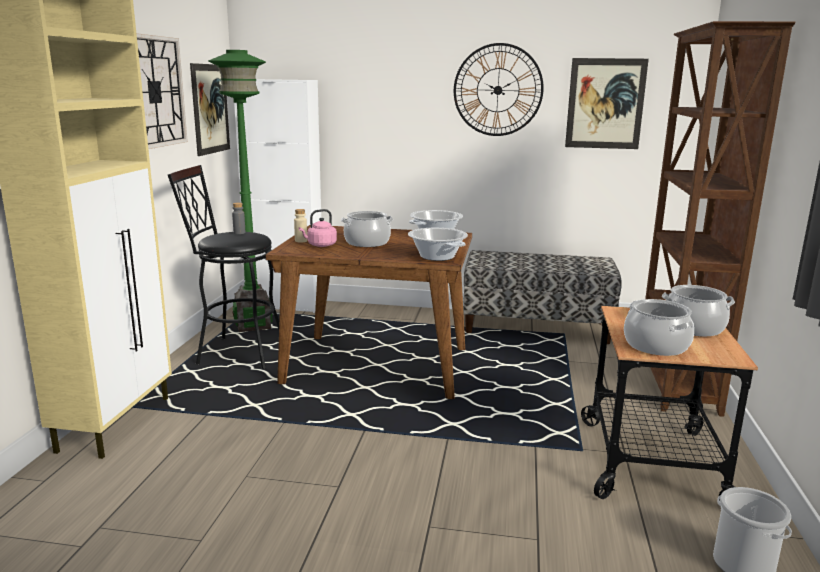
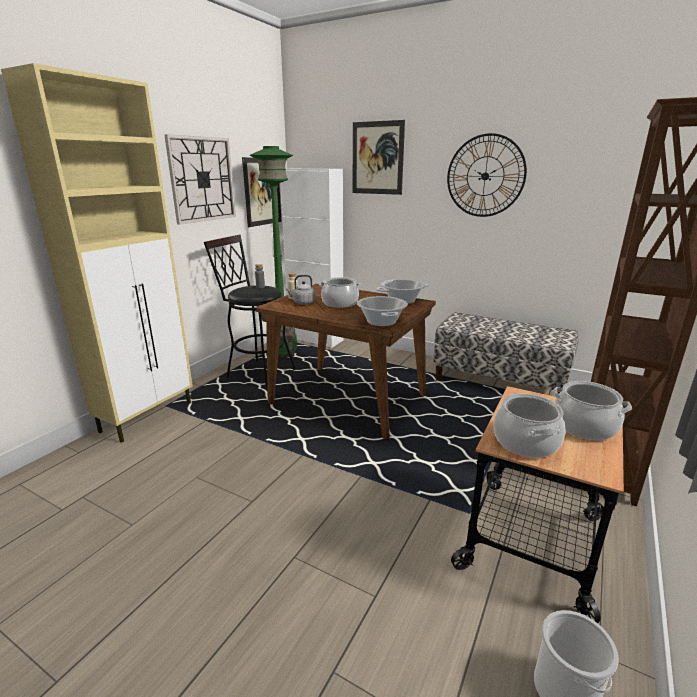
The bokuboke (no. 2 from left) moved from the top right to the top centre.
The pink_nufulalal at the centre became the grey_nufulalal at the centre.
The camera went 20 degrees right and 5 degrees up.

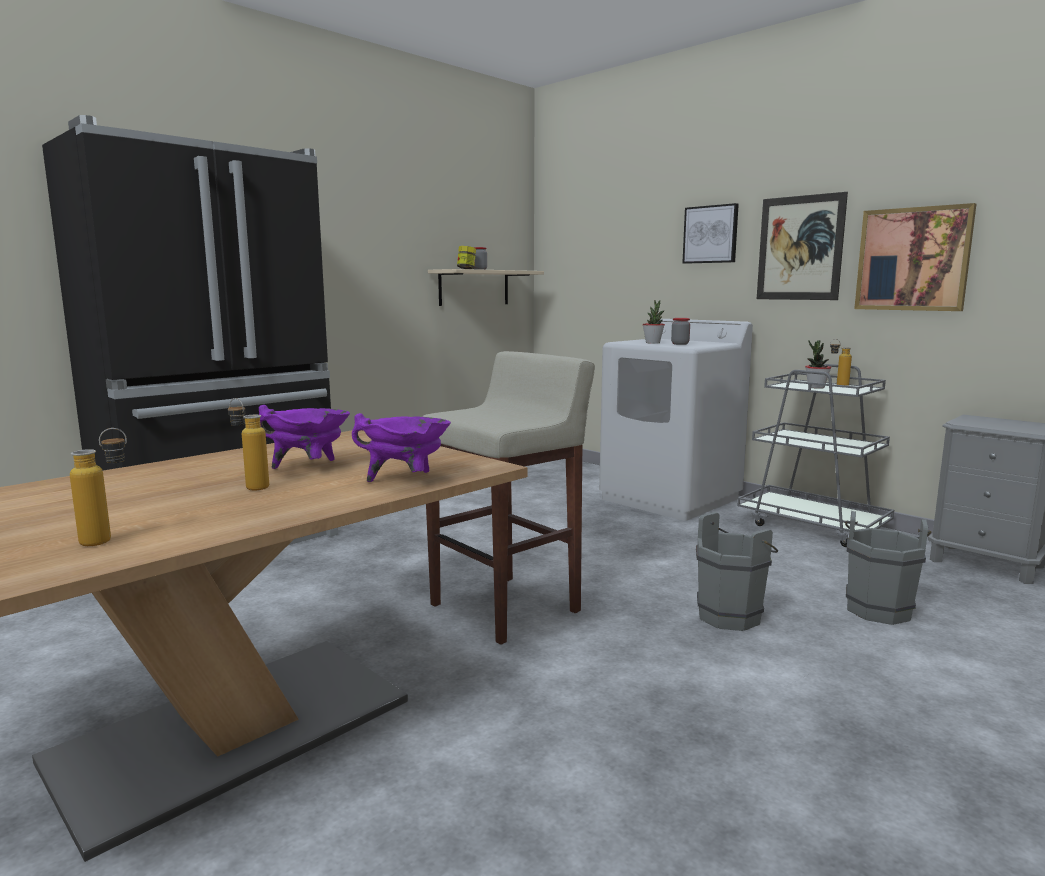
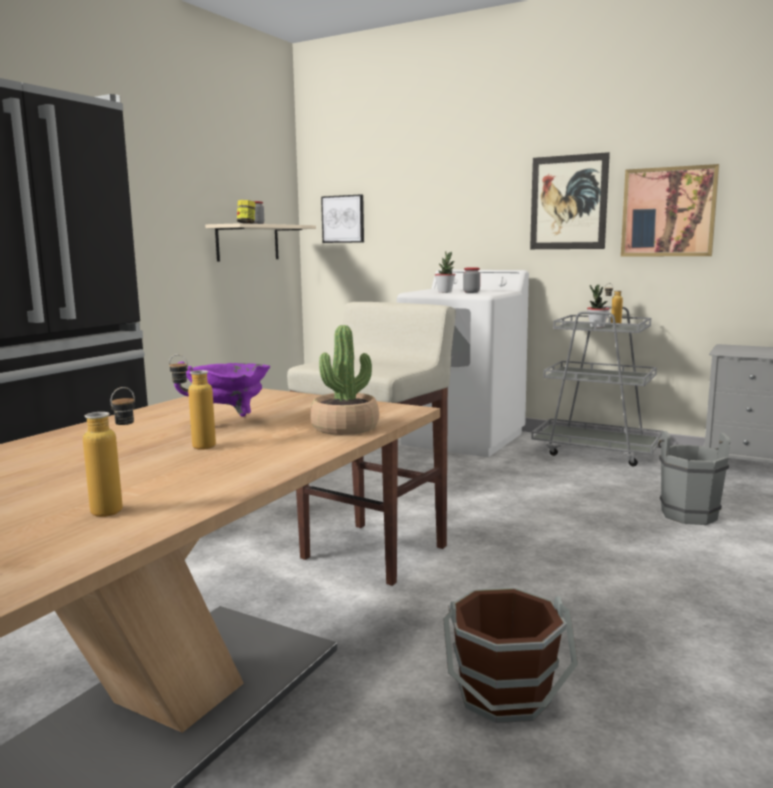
The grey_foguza (no. 1 from left) at the middle right disappeared.
The brown_foguza at the bottom centre appeared.
The bokuboke (no. 1 from left) moved from the top right to the top centre.
The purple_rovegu (no. 2 from left) at the centre was replaced by the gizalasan (no. 1 from left) at the centre.
The camera went 15 degrees left and 0 degrees up.

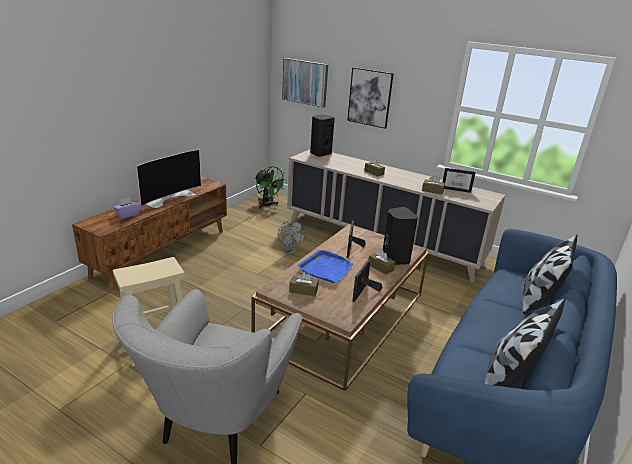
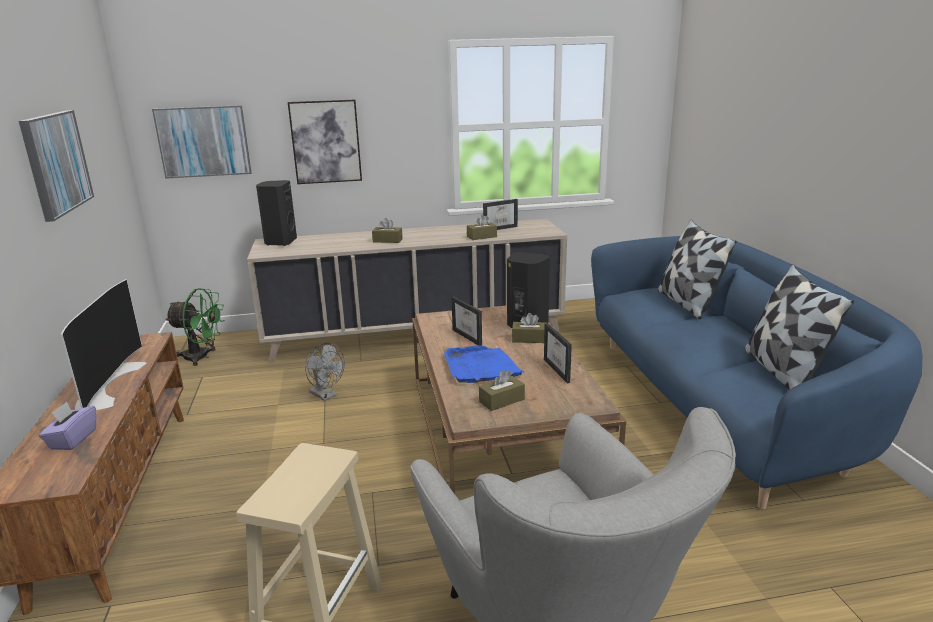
The bokuboke (no. 1 from left) at the top left appeared.
The camera went 40 degrees left and 5 degrees down.

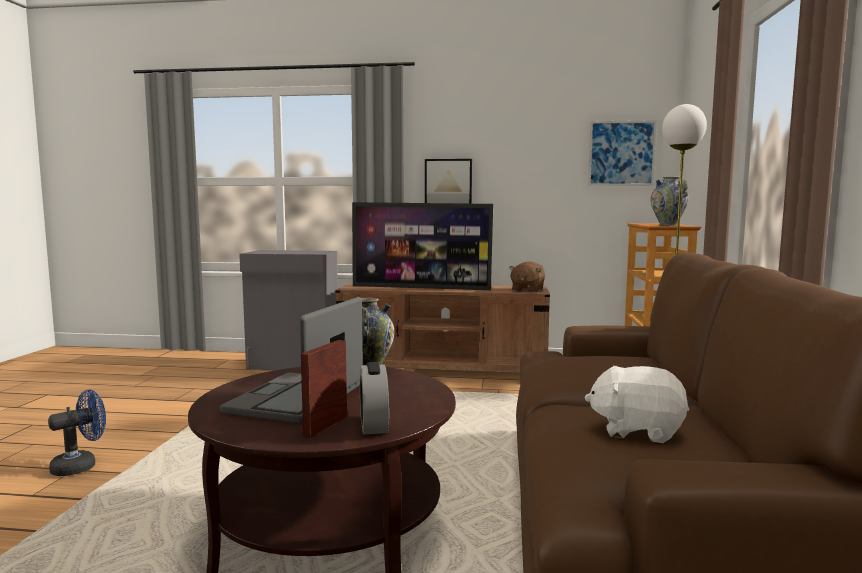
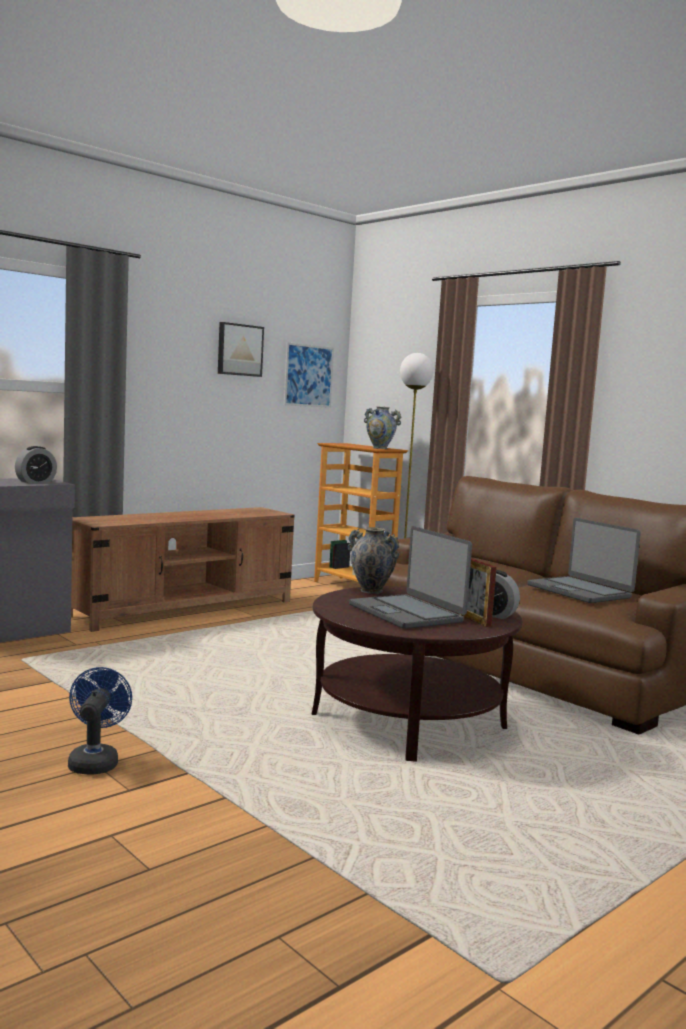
The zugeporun at the centre disappeared.
The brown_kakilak at the centre disappeared.
The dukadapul (no. 1 from left) at the middle left appeared.
The bokuboke (no. 1 from left) moved from the top centre to the centre.
The white_kakilak at the bottom right was replaced by the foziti (no. 2 from left) at the middle right.
The camera went 50 degrees left and 0 degrees up.

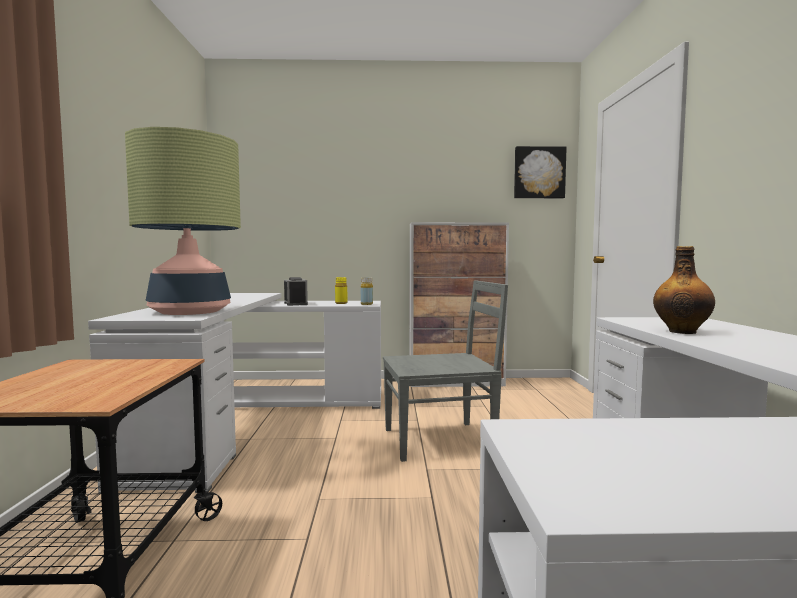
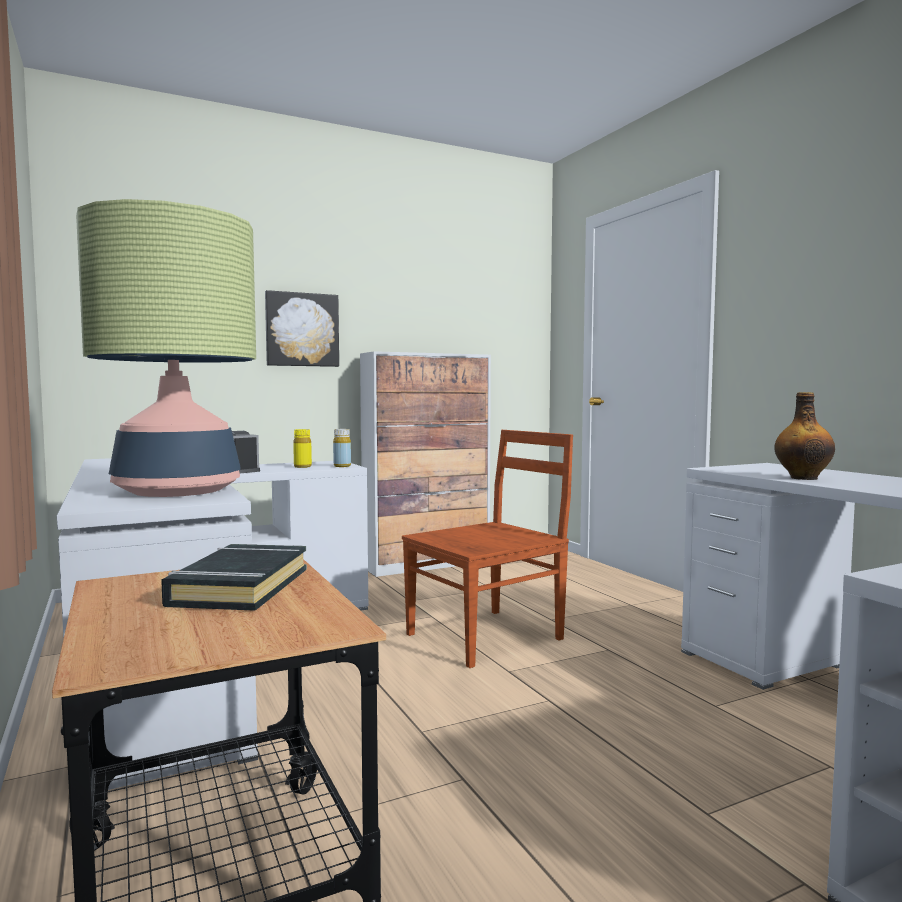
The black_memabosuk at the middle left appeared.
The bokuboke moved from the top right to the centre.
The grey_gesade at the centre became the brown_gesade at the centre.
The camera went 25 degrees left and 0 degrees up.

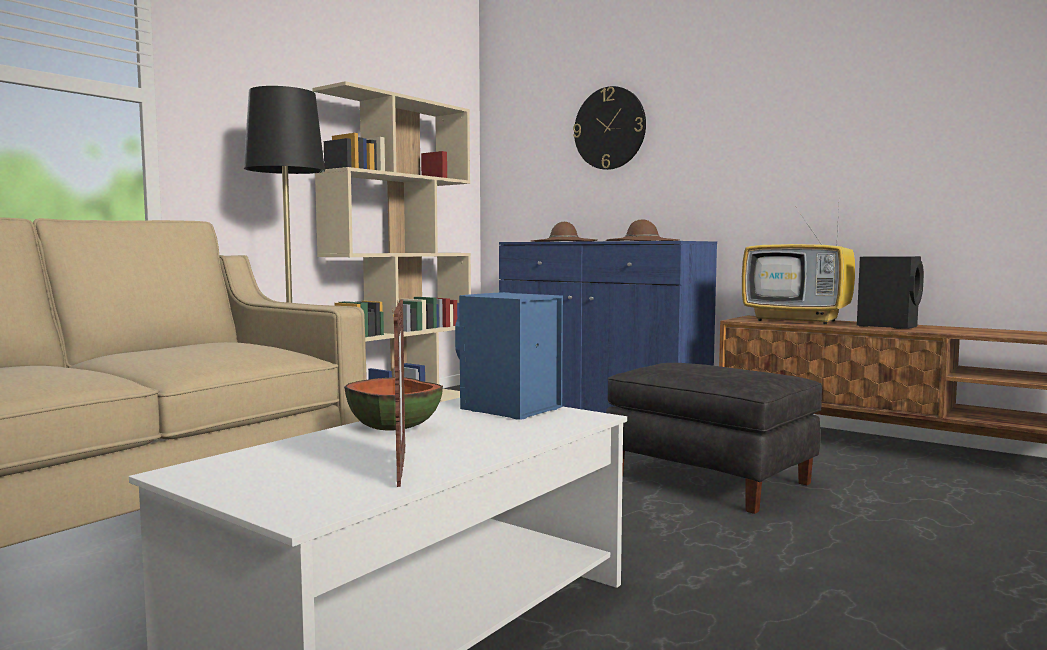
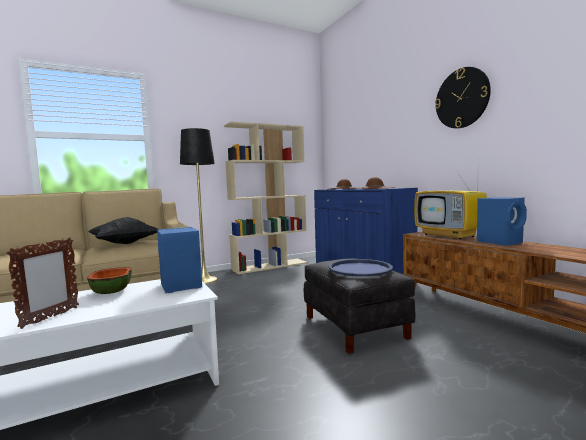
The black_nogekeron at the middle left appeared.
The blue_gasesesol at the centre appeared.
The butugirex moved from the top centre to the top right.
The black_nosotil at the middle right became the blue_nosotil (no. 2 from left) at the middle right.
The camera went 25 degrees right and 0 degrees up.

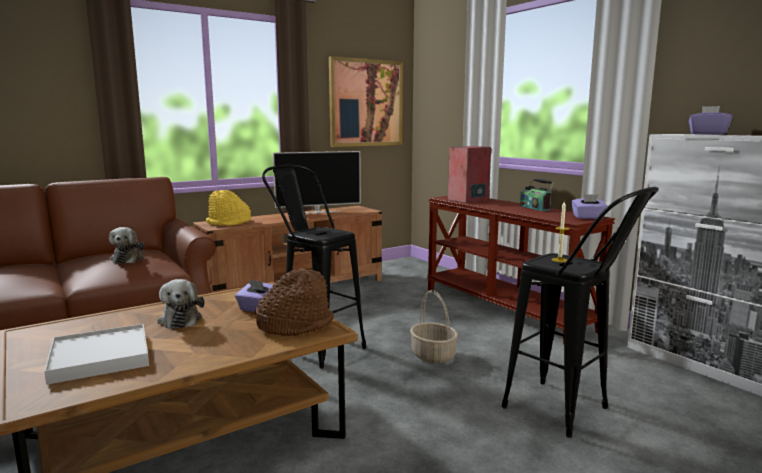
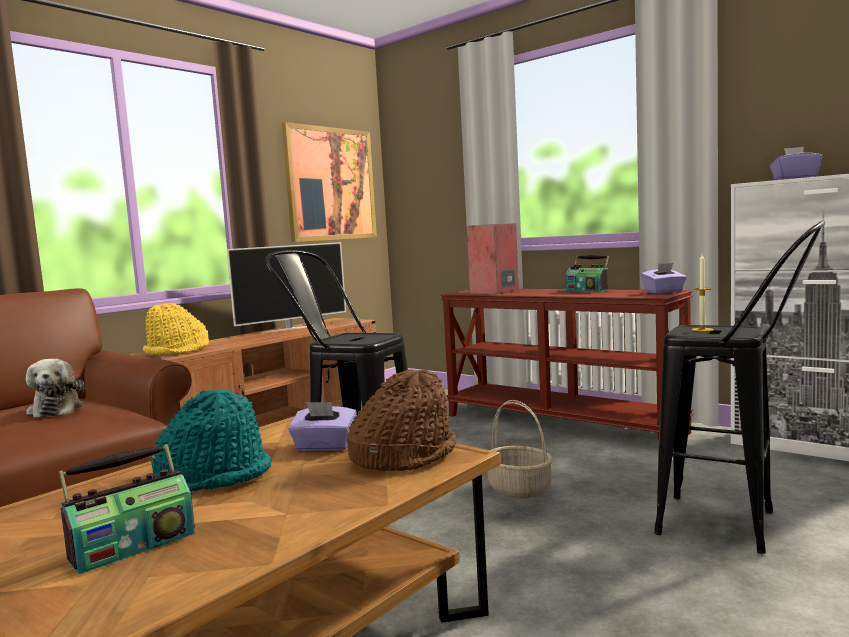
The white_gasesesol at the bottom left was replaced by the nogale (no. 1 from left) at the bottom left.
The kakilak (no. 2 from left) at the middle left was replaced by the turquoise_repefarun at the bottom left.
The camera went 15 degrees left and 5 degrees down.

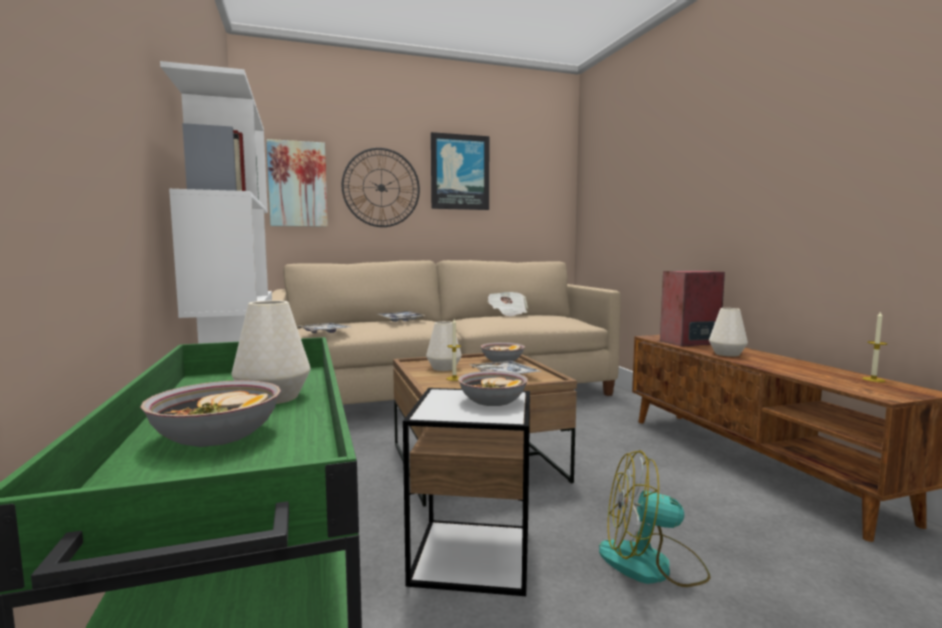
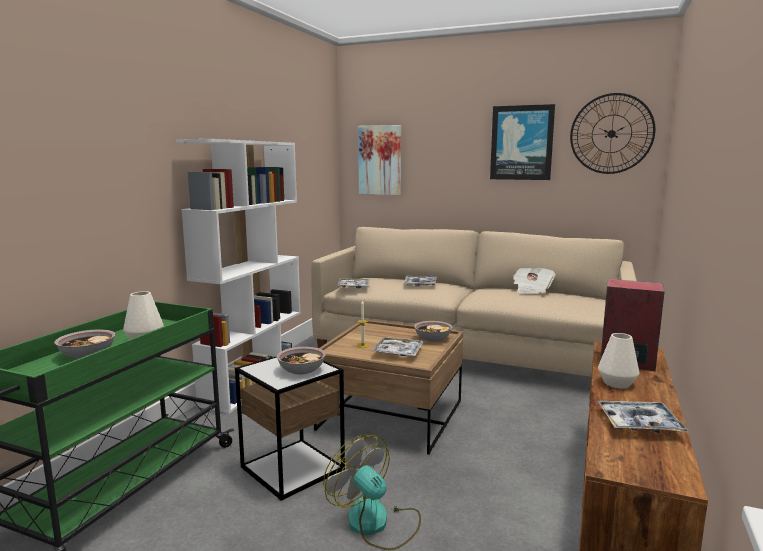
The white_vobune (no. 2 from left) at the centre disappeared.
The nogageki (no. 2 from left) at the middle right disappeared.
The gasesesol (no. 4 from left) at the bottom right appeared.
The butugirex moved from the top centre to the top right.
The camera went 40 degrees right and 5 degrees up.

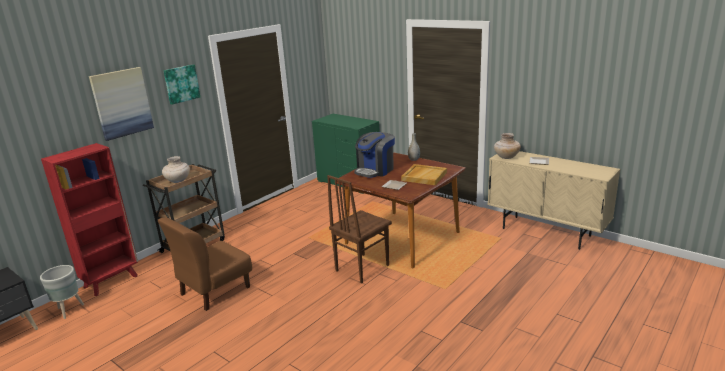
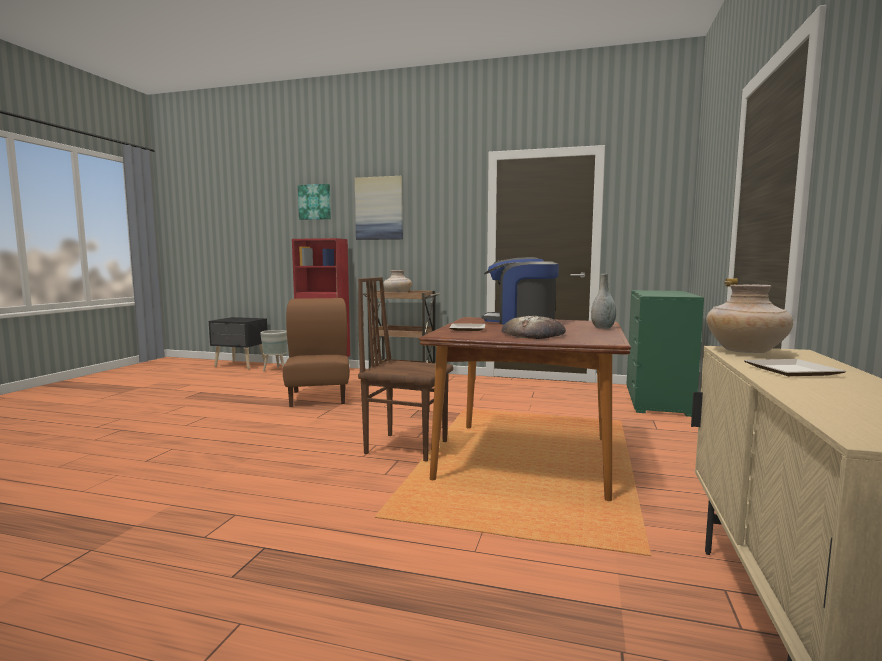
The bokuboke (no. 2 from left in the first image) moved from the top left to the top centre.
The beige_gasesesol at the centre was replaced by the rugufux at the centre.
The brown_gesade (no. 1 from left) at the bottom left turned 60 degrees clockwise.
The camera went 65 degrees right and 15 degrees down.

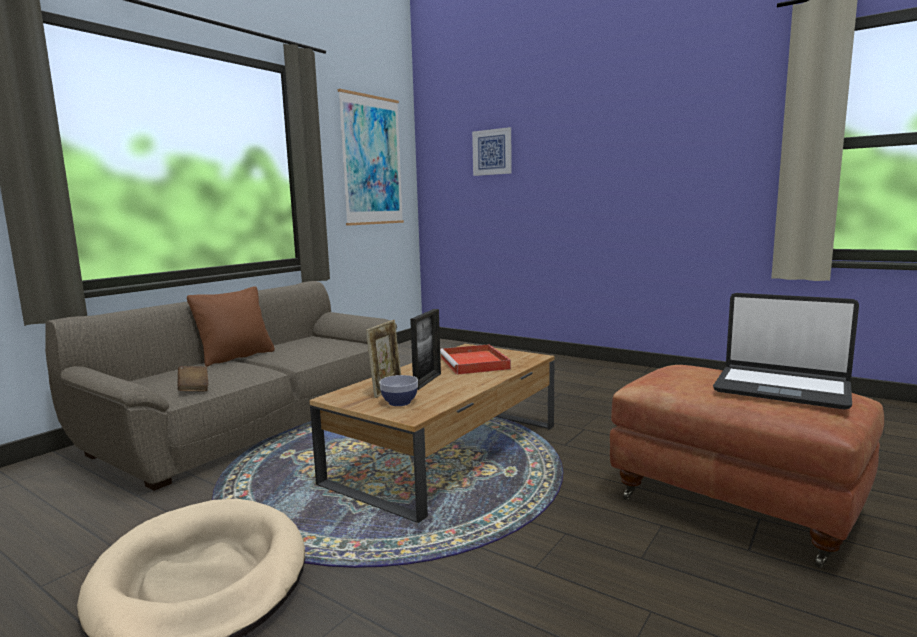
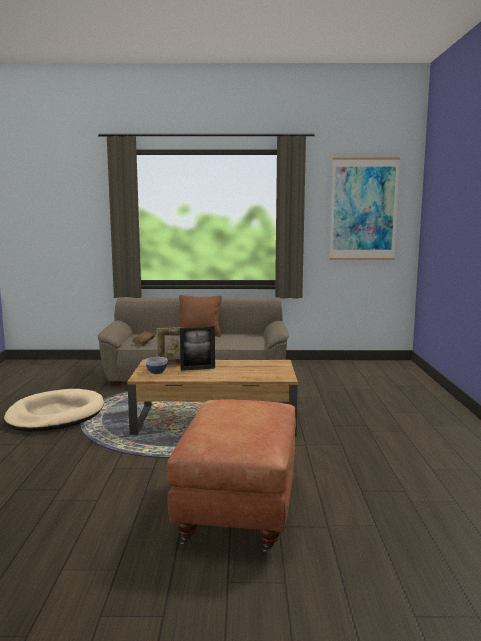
The red_gasesesol at the centre disappeared.
The bokuboke (no. 2 from left) at the top centre disappeared.
The foziti at the middle right disappeared.
The camera went 55 degrees right and 0 degrees up.

